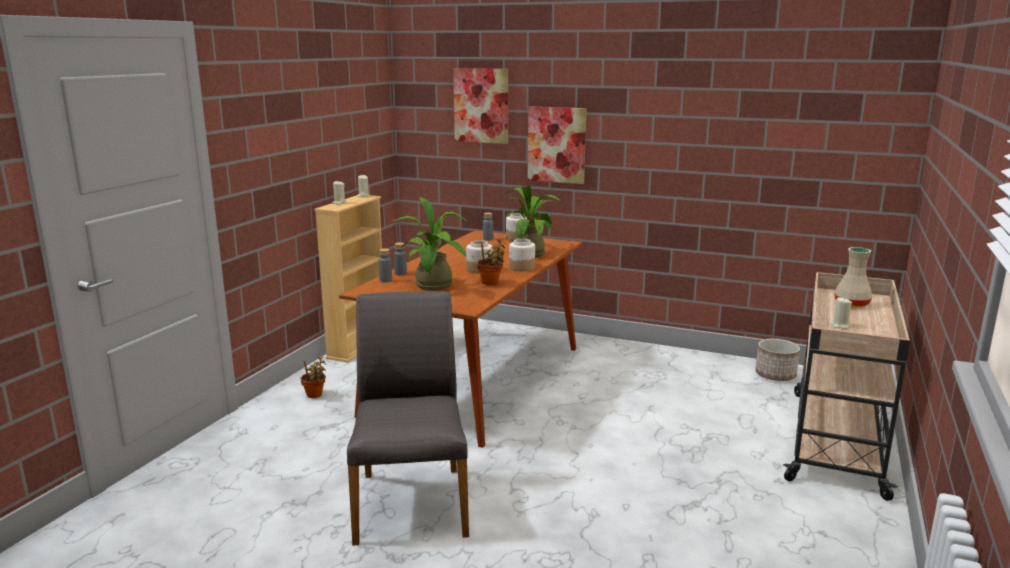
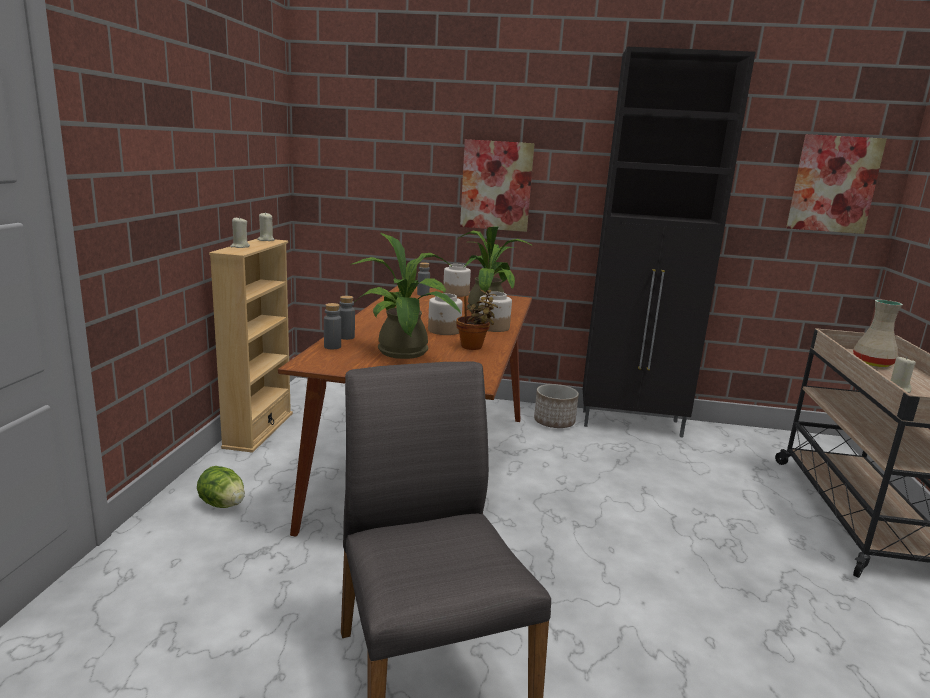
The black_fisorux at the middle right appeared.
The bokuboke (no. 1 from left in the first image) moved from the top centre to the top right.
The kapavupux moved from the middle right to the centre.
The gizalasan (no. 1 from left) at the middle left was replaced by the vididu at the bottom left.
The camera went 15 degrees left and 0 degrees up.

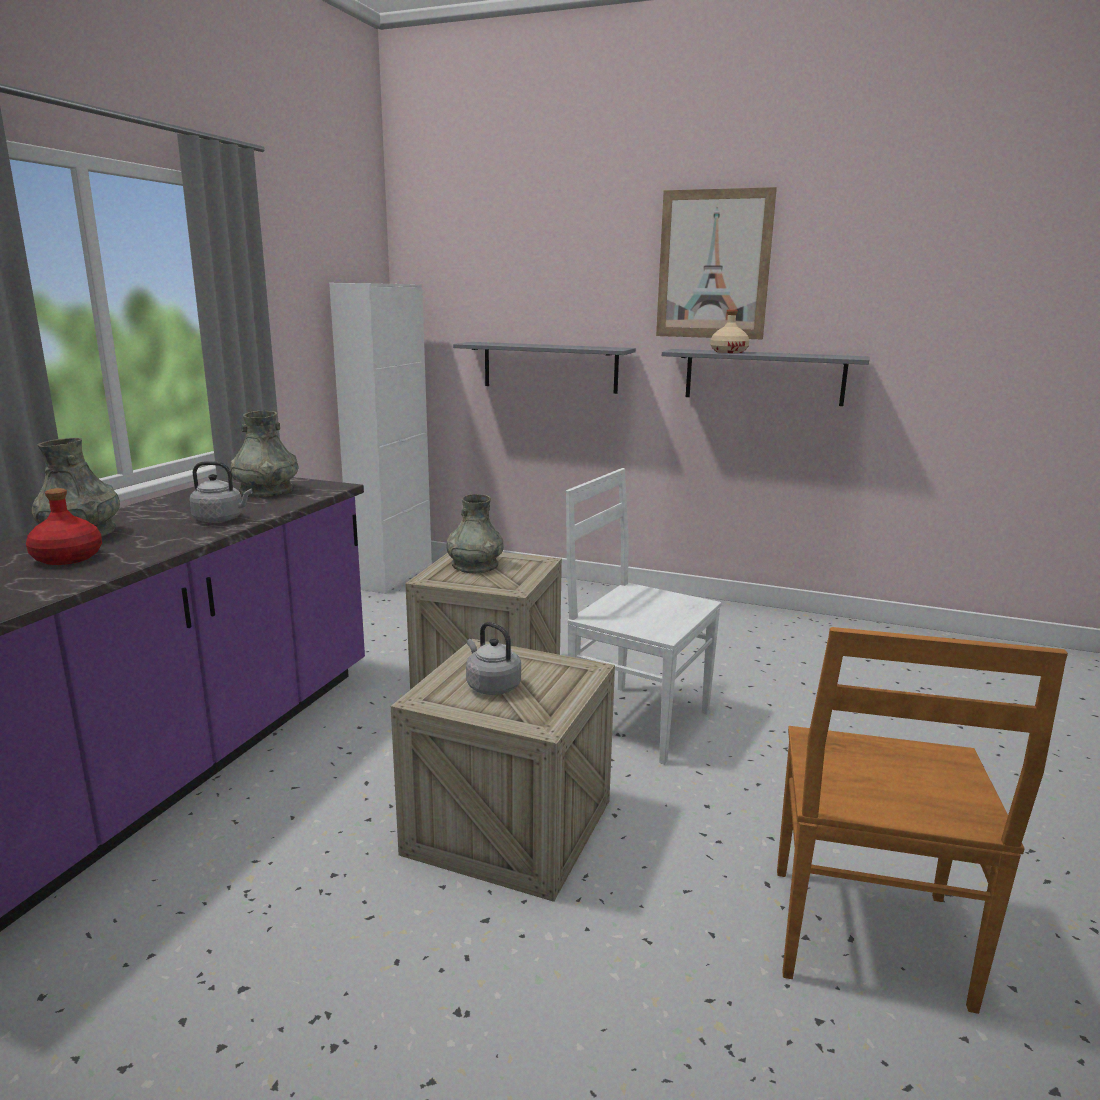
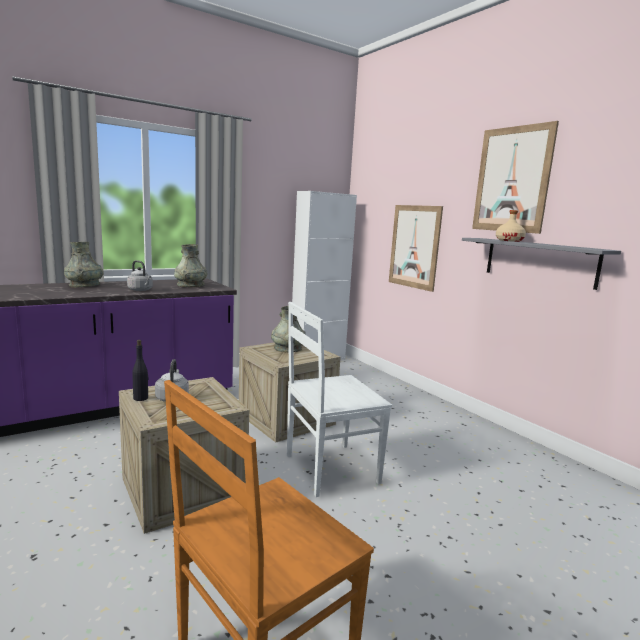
The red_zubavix at the middle left disappeared.
The black_zubavix at the middle left appeared.
The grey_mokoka (no. 1 from left) at the centre was replaced by the bokuboke (no. 1 from left) at the centre.
The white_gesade at the centre turned 90 degrees counterclockwise.
The camera went 35 degrees right and 5 degrees down.

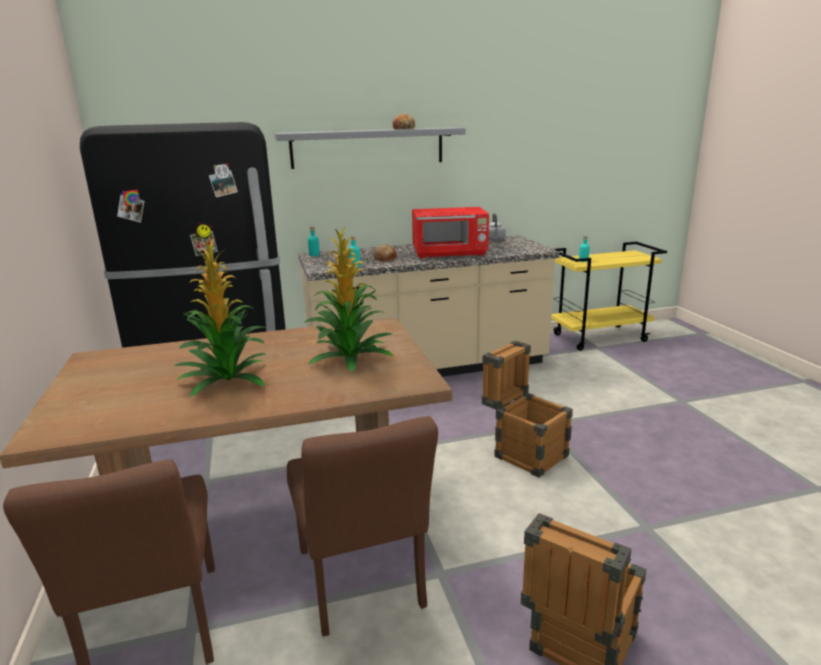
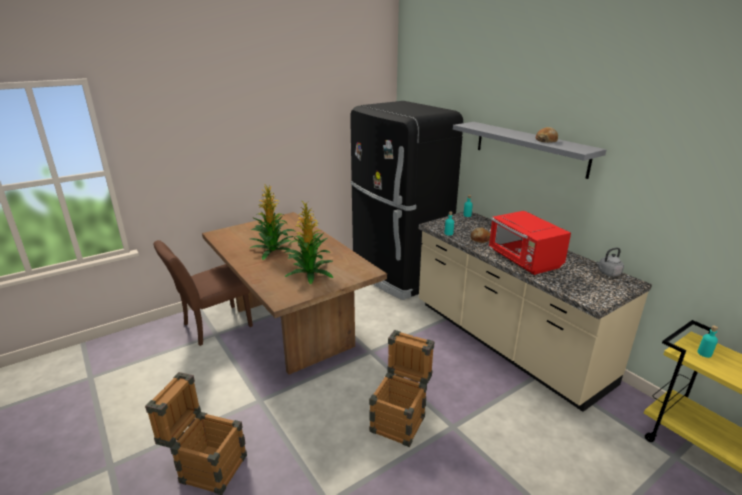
The brown_gesade (no. 2 from left) at the bottom centre disappeared.
The camera went 70 degrees right and 5 degrees up.

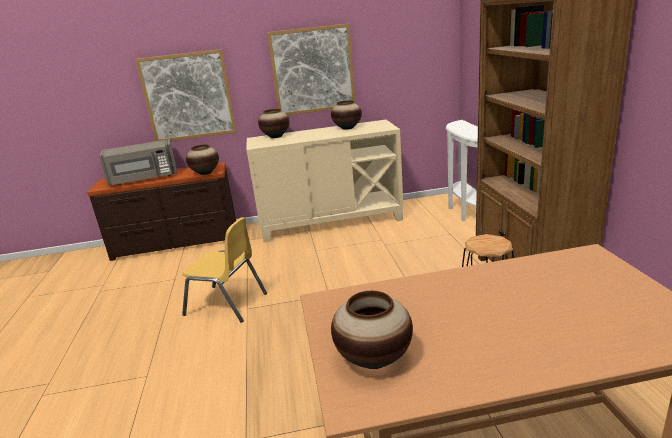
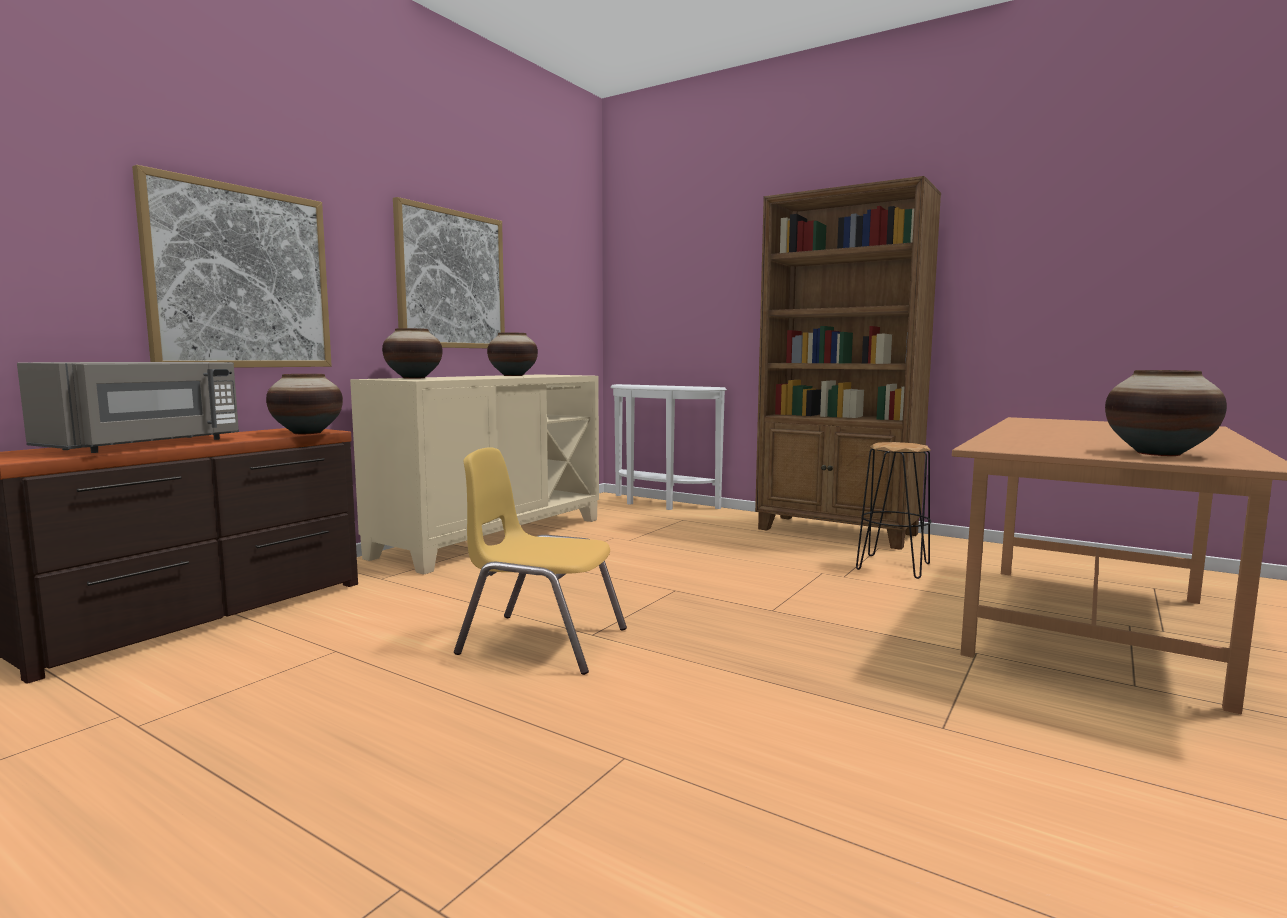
The yellow_gesade at the centre turned 135 degrees counterclockwise.
The camera went 50 degrees left and 15 degrees down.

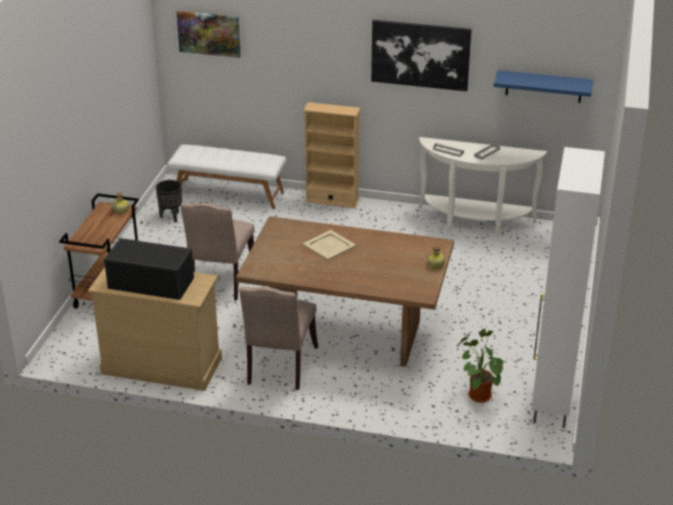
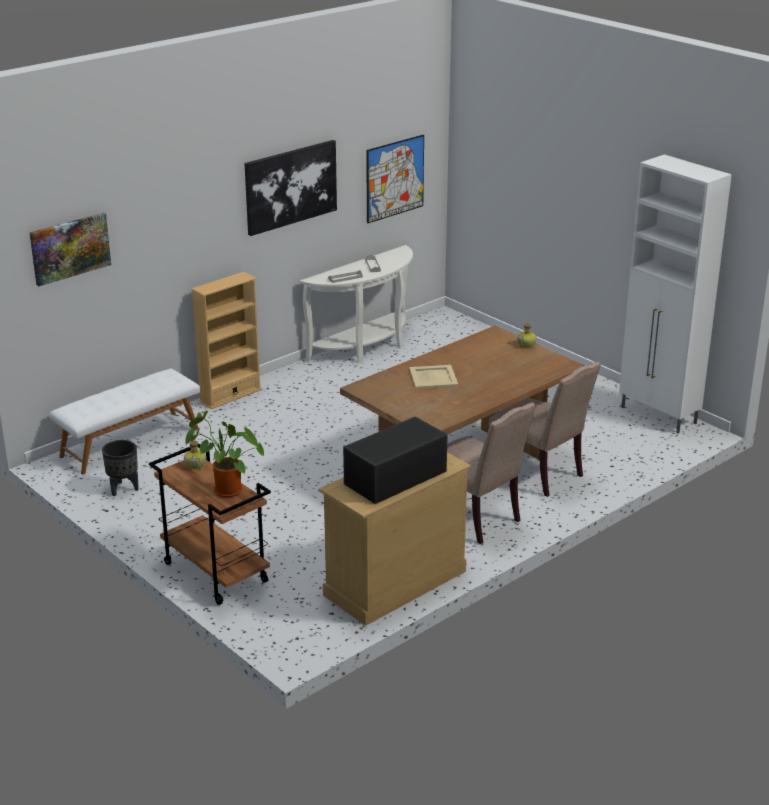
The beige_gesade (no. 1 from left in the first image) moved from the middle left to the middle right.
The gizalasan moved from the bottom right to the middle left.
The blue_mokoka at the top right was replaced by the bokuboke (no. 3 from left) at the top centre.
The camera went 55 degrees left and 5 degrees down.

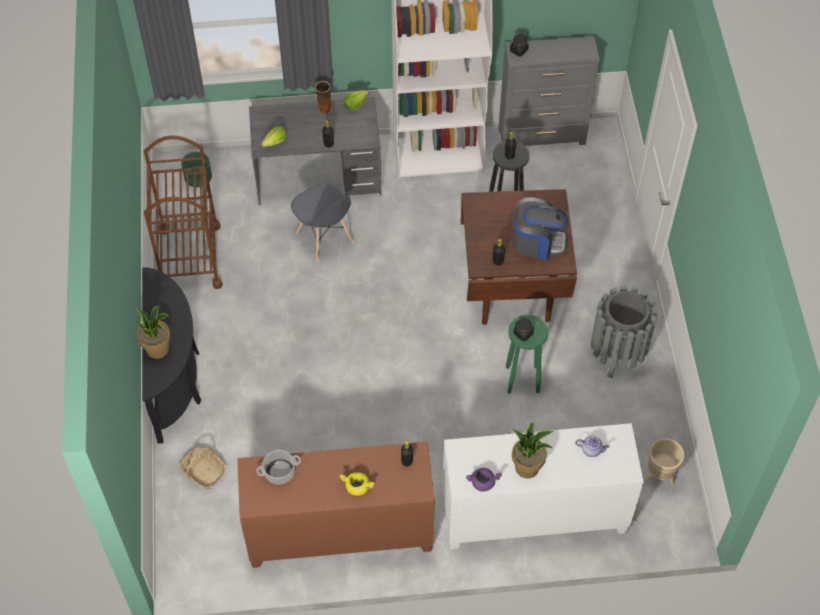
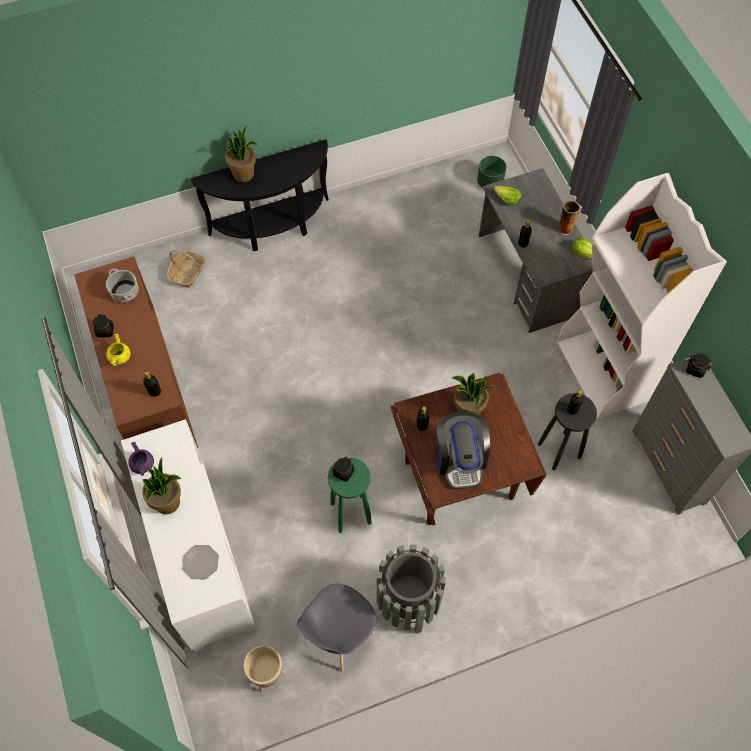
The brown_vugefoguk at the middle left disappeared.
The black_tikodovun (no. 1 from left) at the middle left appeared.
The gizalasan (no. 3 from left) at the centre appeared.
The grey_gesade moved from the centre to the bottom centre.
The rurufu at the bottom right was replaced by the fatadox at the bottom left.
The camera went 75 degrees right and 5 degrees up.

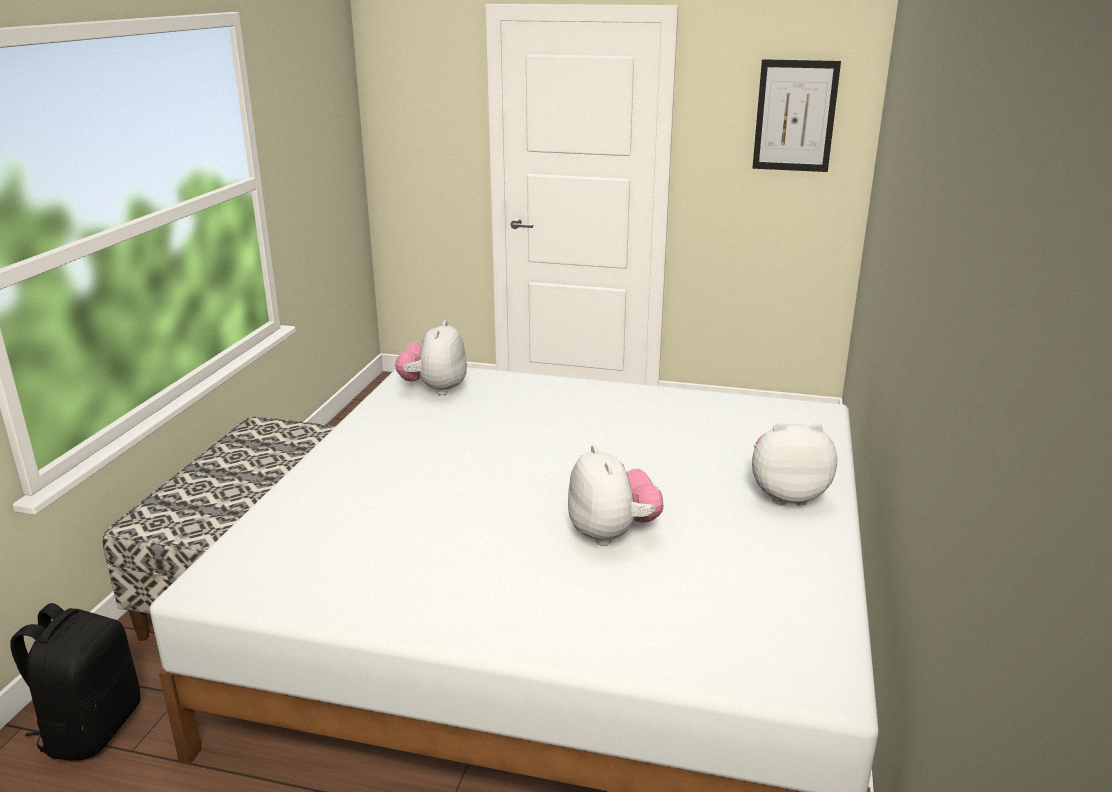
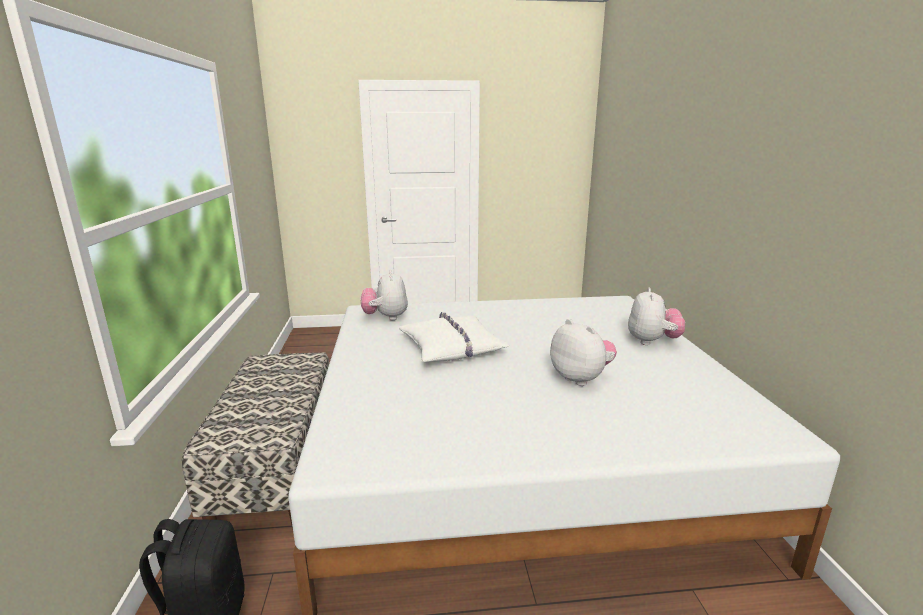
The bokuboke at the top right disappeared.
The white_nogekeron at the centre appeared.
The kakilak (no. 3 from left) at the middle right turned 120 degrees clockwise.
The camera went 20 degrees left and 5 degrees down.

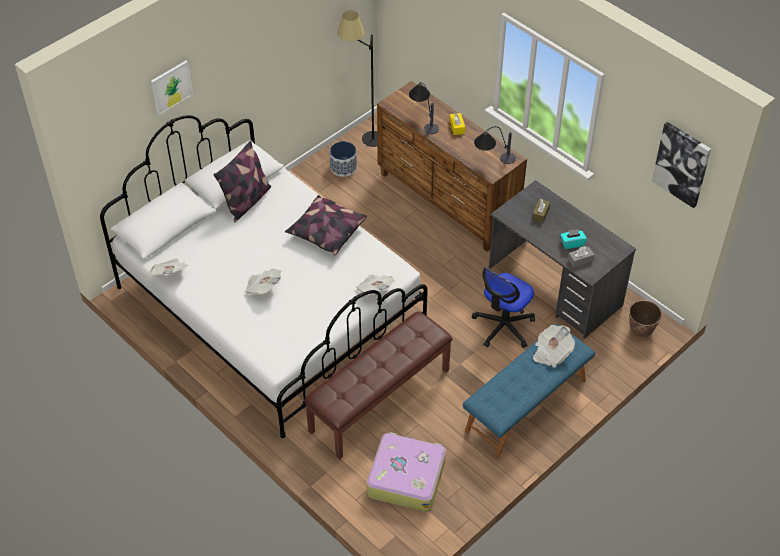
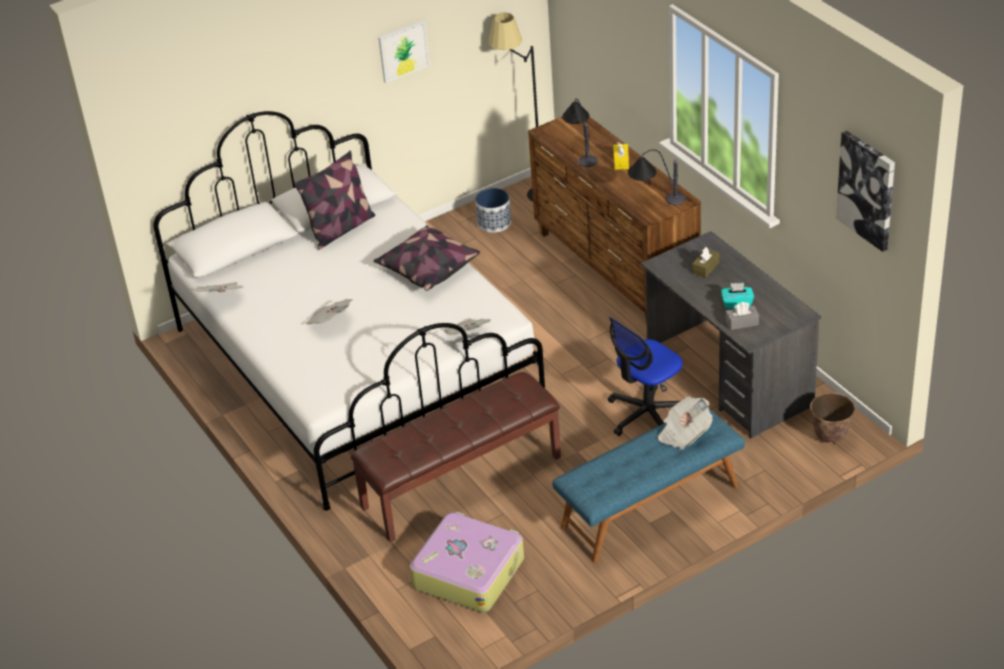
The bokuboke (no. 1 from left) moved from the top left to the top centre.
The camera went 15 degrees right and 10 degrees down.

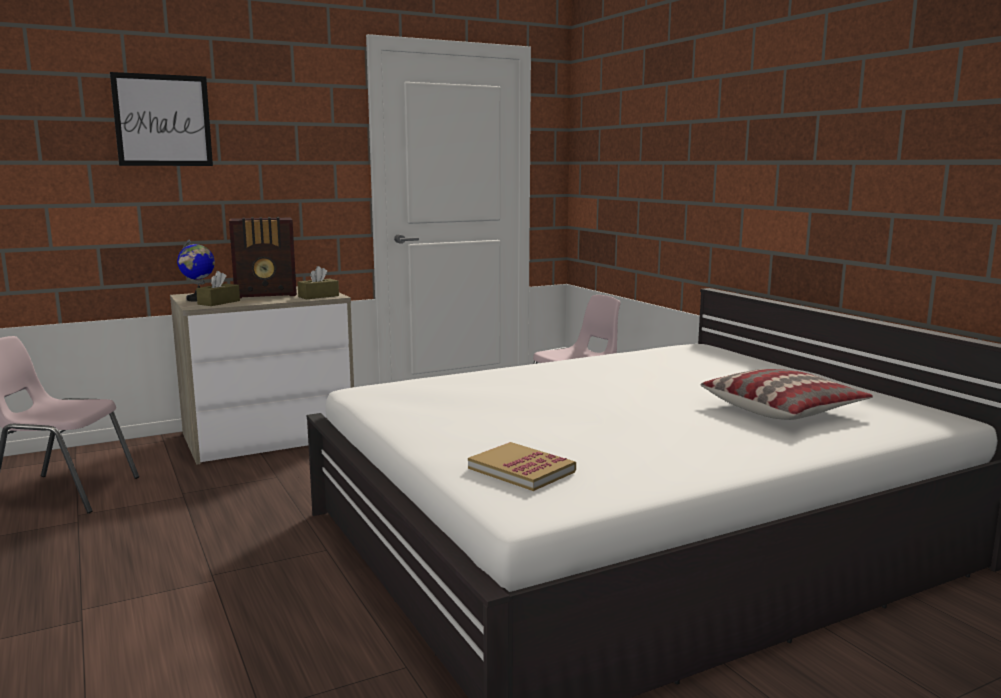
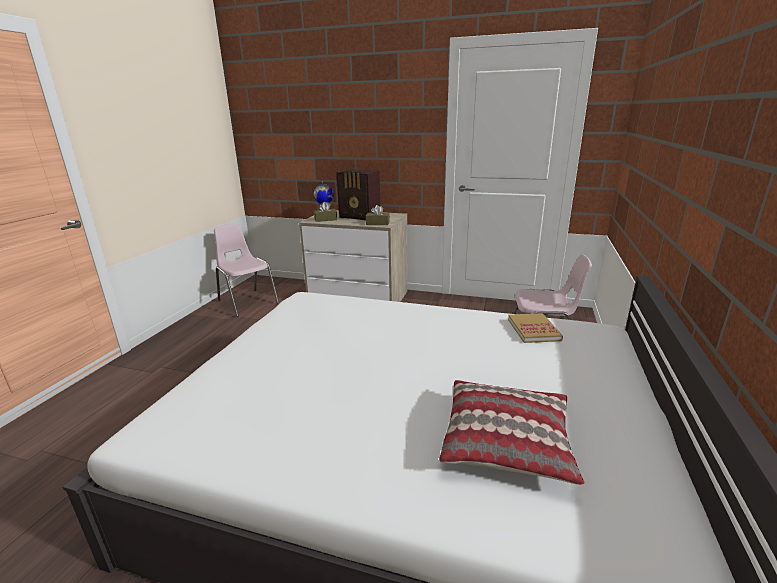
The bokuboke at the top left disappeared.
The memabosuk moved from the bottom centre to the middle right.
The camera went 45 degrees right and 10 degrees up.

